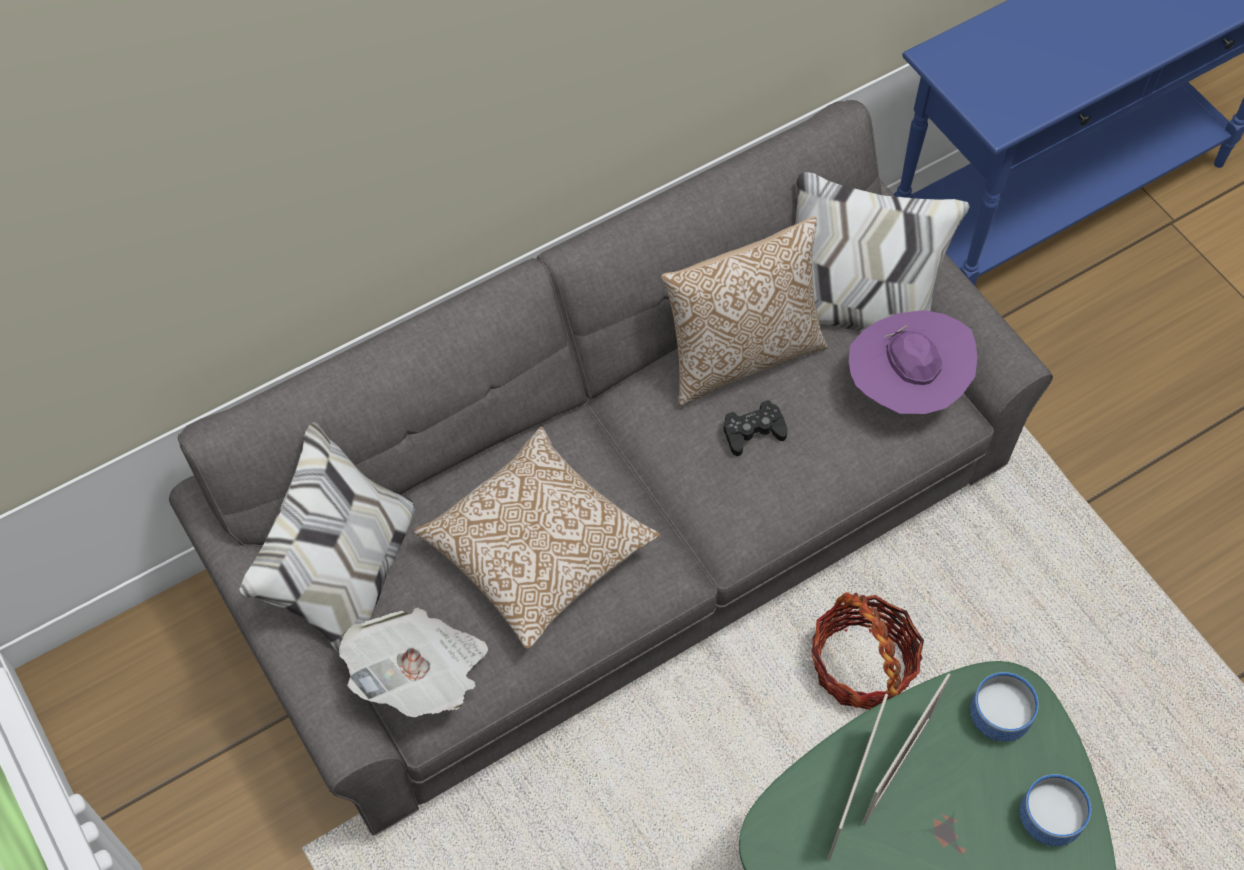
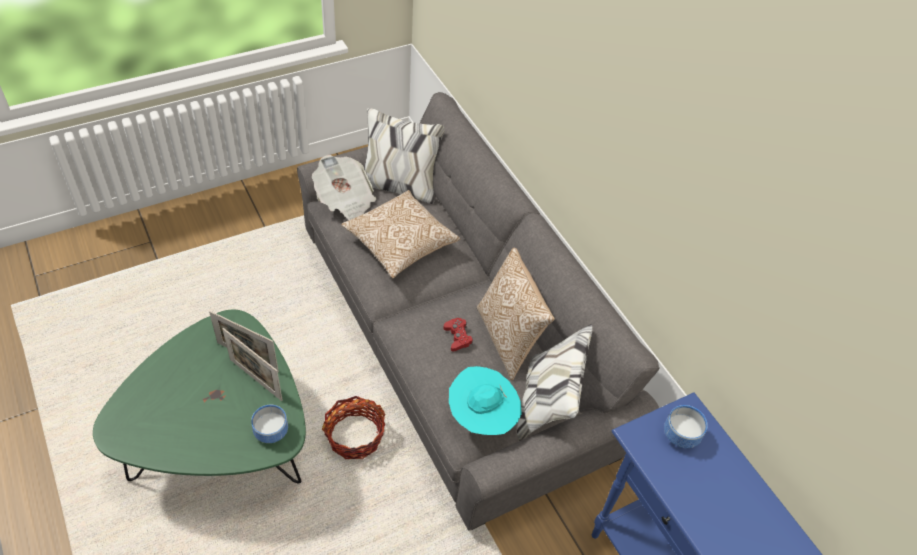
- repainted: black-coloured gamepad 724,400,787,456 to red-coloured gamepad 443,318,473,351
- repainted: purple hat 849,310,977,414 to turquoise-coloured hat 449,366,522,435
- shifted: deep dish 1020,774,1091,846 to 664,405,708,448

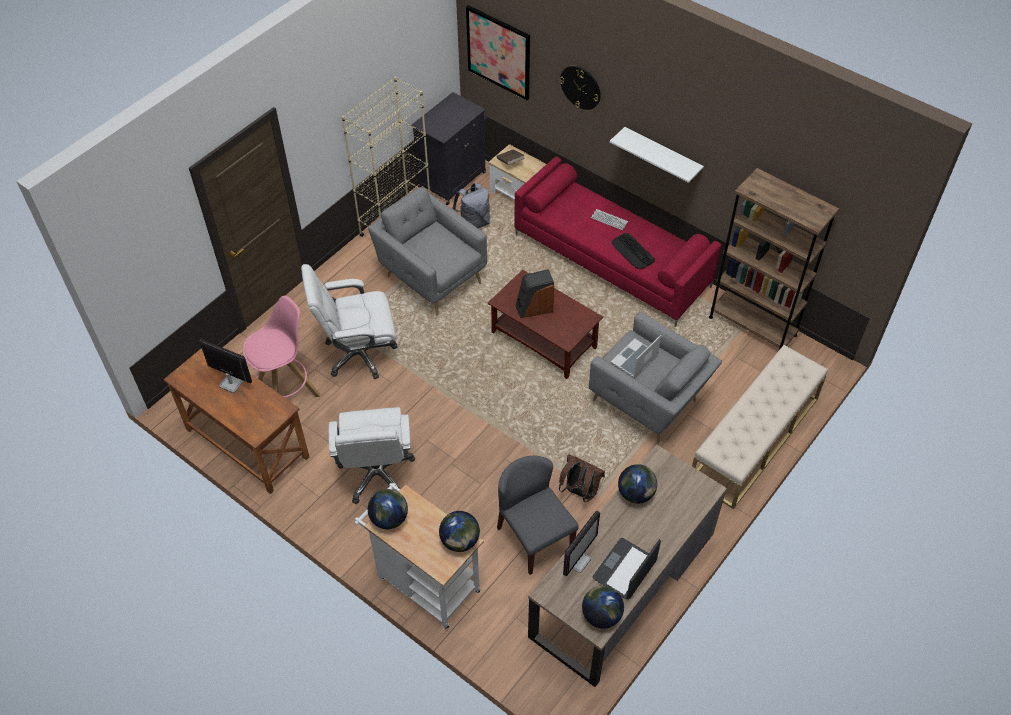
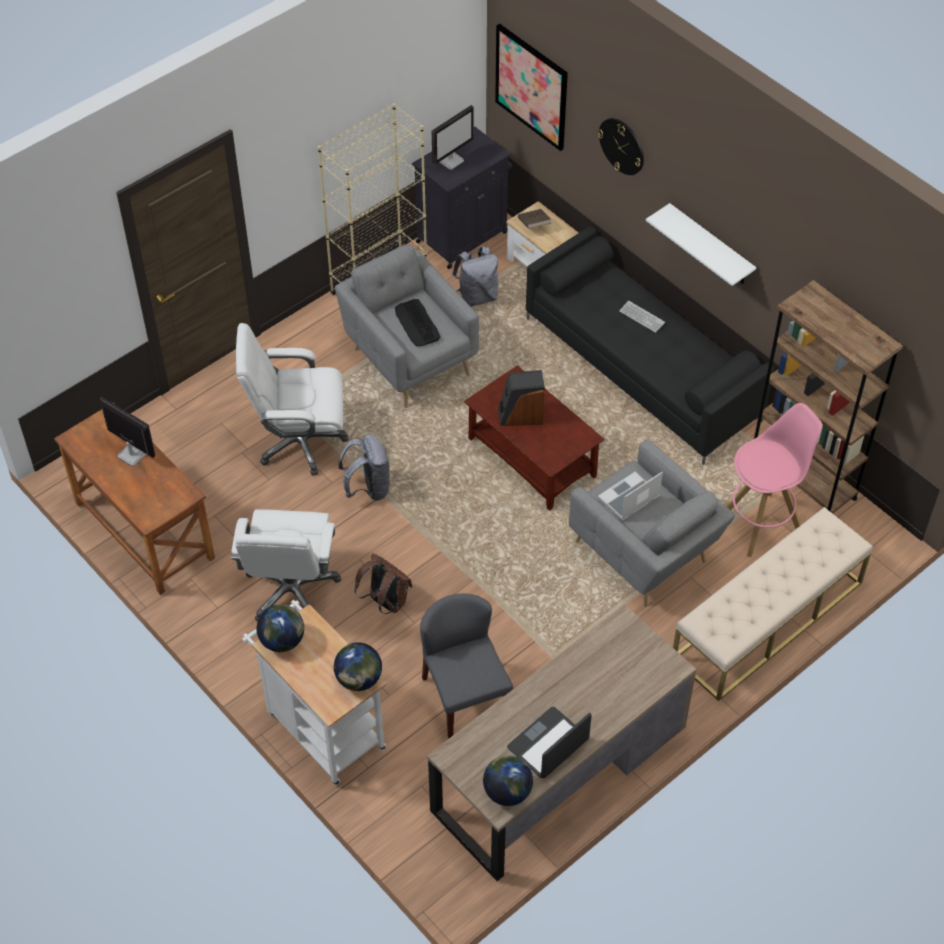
- shifted: pink stool seat 243,296,321,398 to 726,403,822,557
- repainted: red-coloured couch 515,157,721,327 to black-coloured couch 526,226,774,465
- shifted: brownish backpack 559,454,605,502 to 354,553,412,614
- shifted: computer display 563,511,600,576 to 432,105,474,170
- shifted: keyboard 611,233,655,269 to 395,299,440,347
- gone: desk globe 618,464,657,504
- new: gray backpack 338,434,391,501

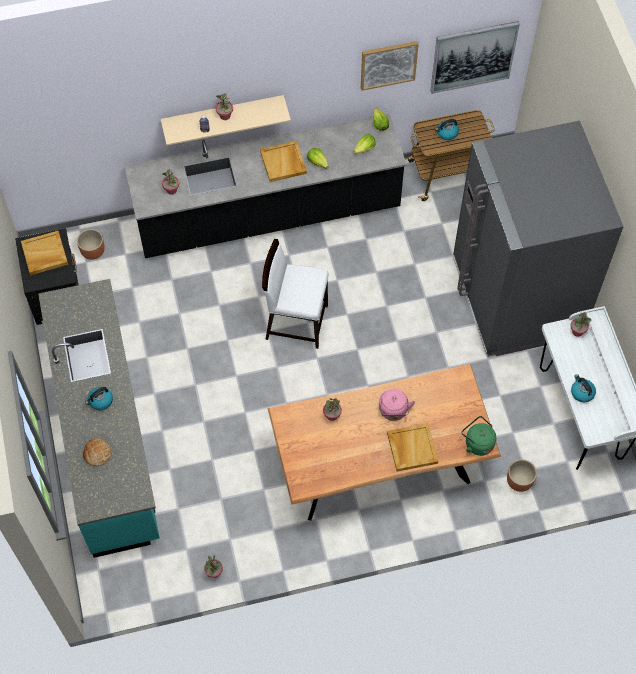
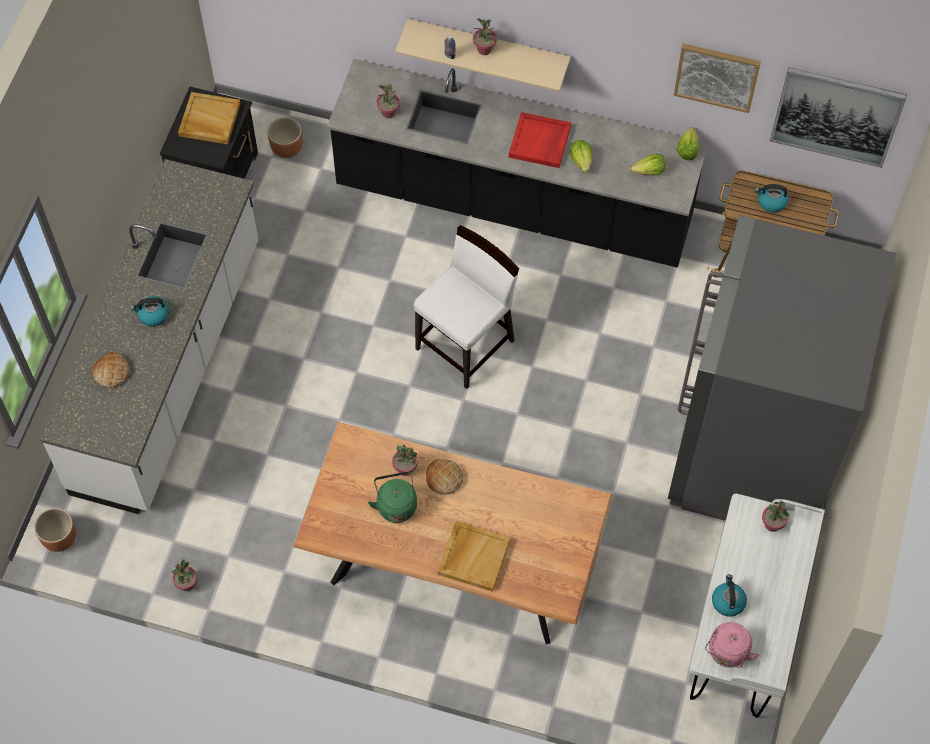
- repainted: turquoise-coloured kitchen base unit 38,279,160,558 to white kitchen base unit 40,159,258,514
- repainted: sand-coloured carrying tray 260,141,307,182 to red-coloured carrying tray 509,112,571,168
- rotated: white chair 262,239,329,349 = 414,225,519,389 90 degrees clockwise
- shifted: pink tea kettle 379,389,415,421 to 705,622,759,668
- shifted: greenish tea kettle 462,416,496,456 to 368,472,417,523
- shifted: brownish plant pot 507,459,537,492 to 34,508,76,552
- new: bread 426,459,463,494

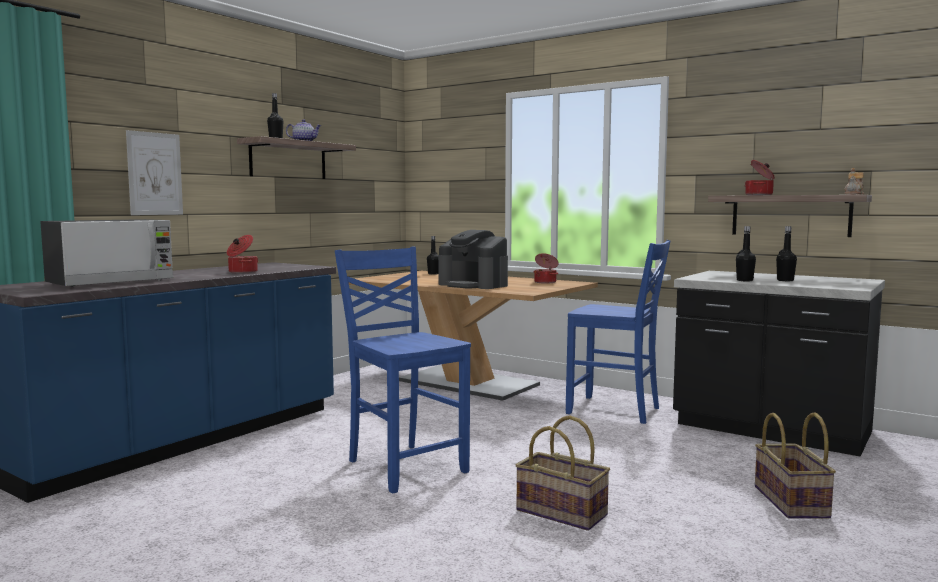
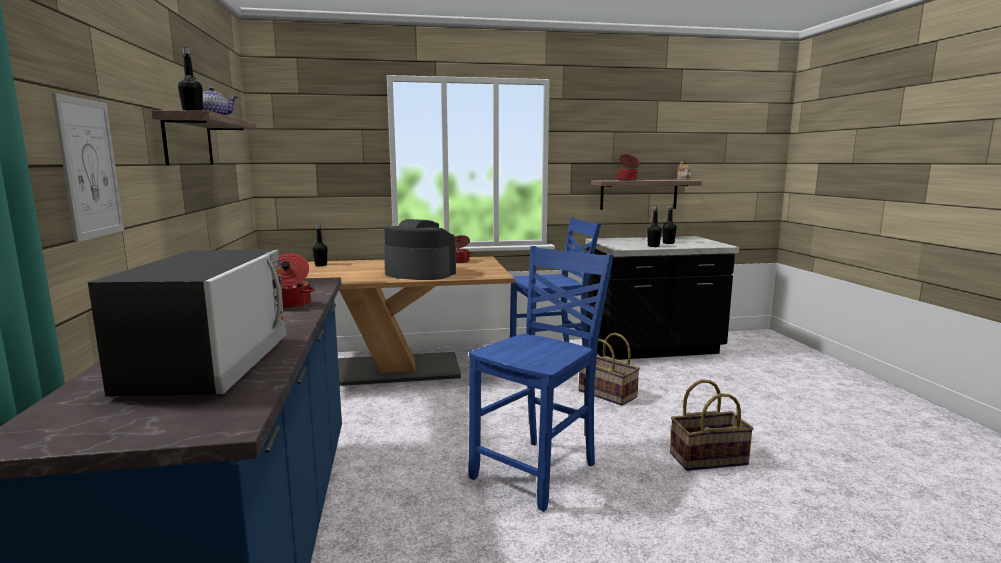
- rotated: blue-coloured chair 335,247,471,494 = 469,246,614,512 120 degrees clockwise
- rotated: coffee maker 438,230,508,289 = 384,219,456,280 150 degrees counterclockwise
- shifted: household basket 755,413,836,519 to 579,333,640,406

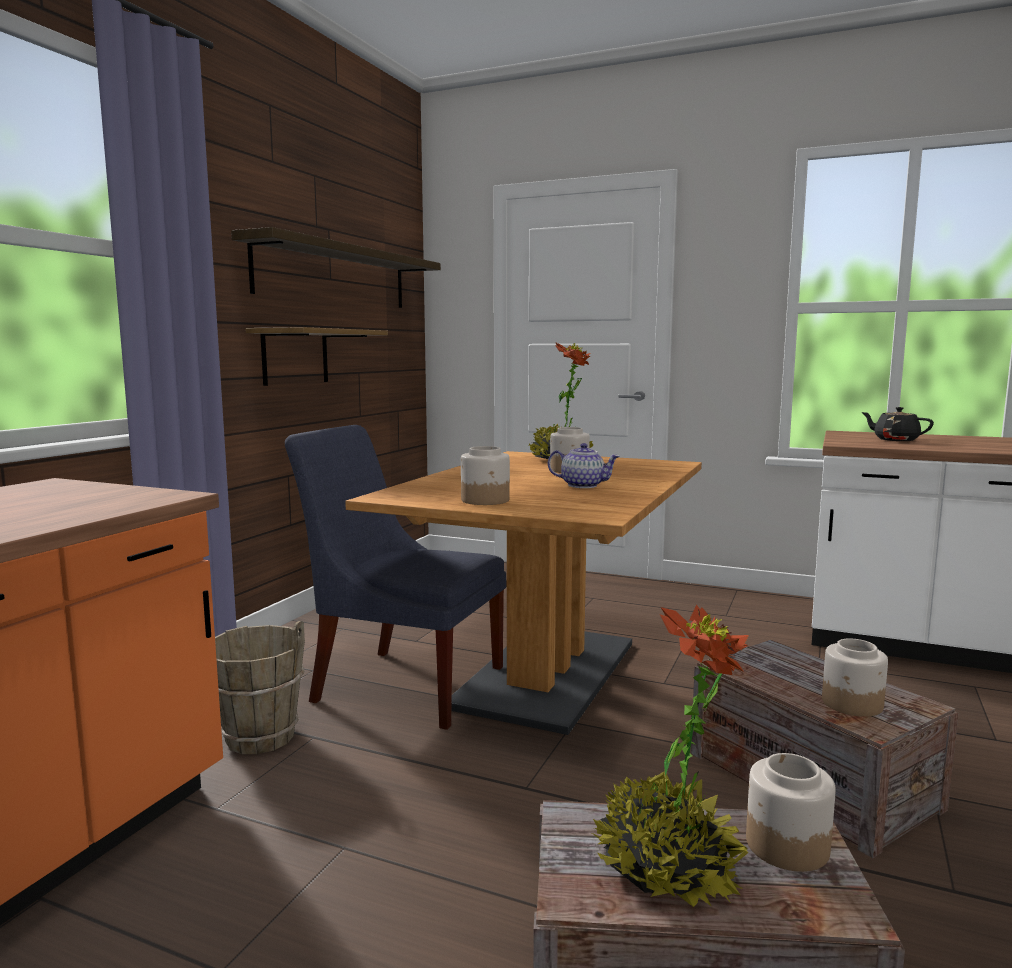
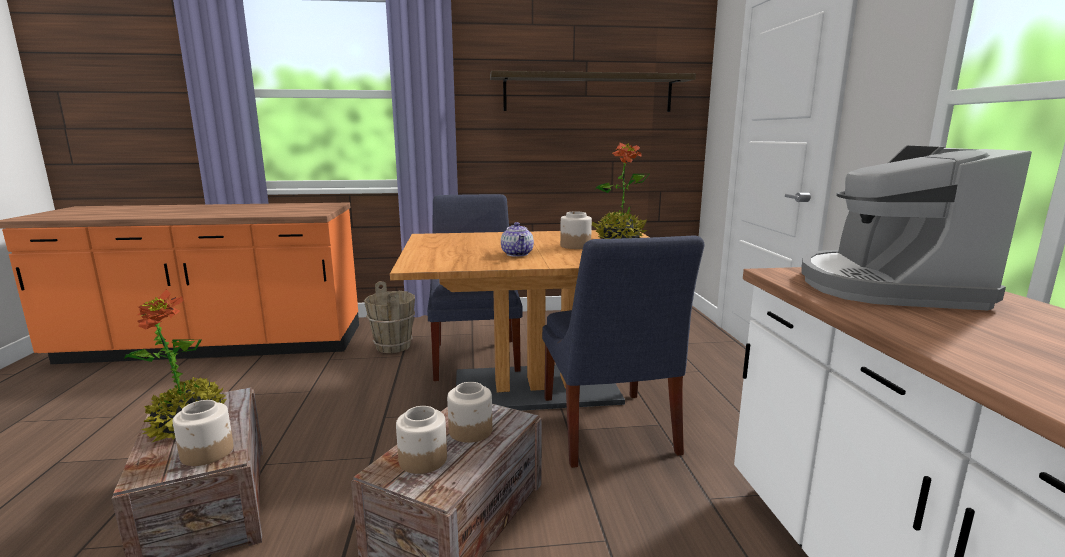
- gone: bracket shelf 245,327,388,386
- shifted: jar 461,446,510,505 to 447,382,492,443
- swapped: black-coloured tea pot 861,407,934,441 to coffee maker 801,146,1032,310
- new: blue-coloured chair 542,235,705,468

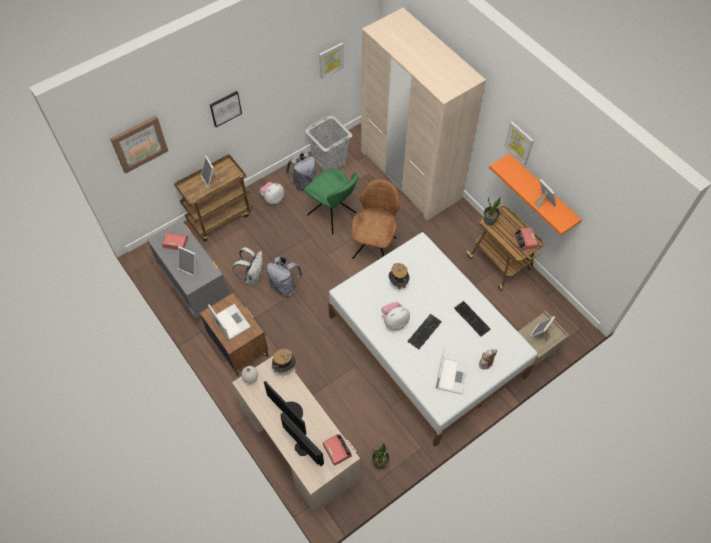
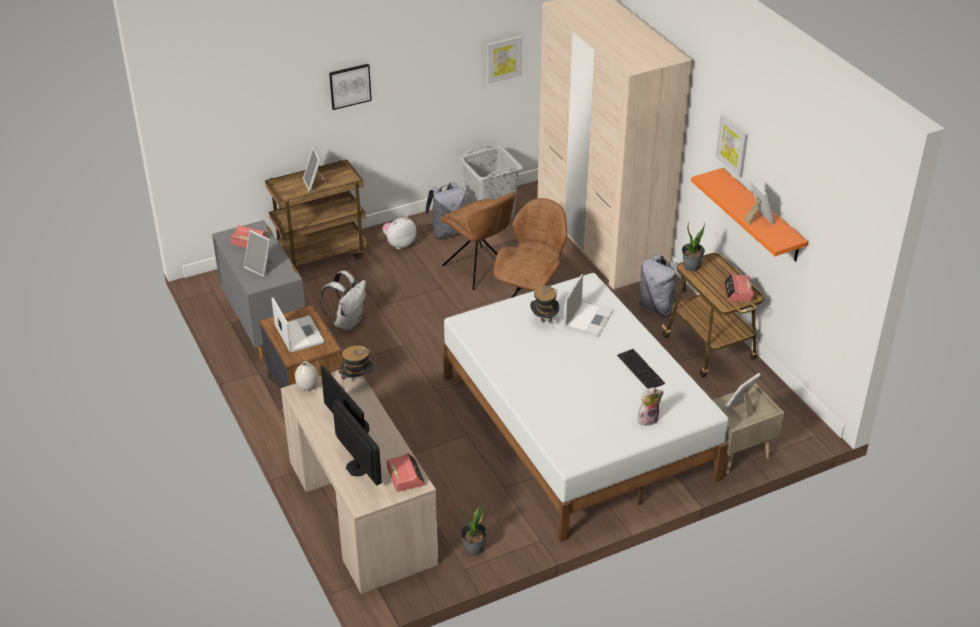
- gone: picture 110,116,168,174
- shifted: gray backpack 266,257,302,296 to 639,255,687,316
- repainted: greenish chair 304,169,359,234 to brownish chair 440,192,516,290
- gone: cuddly toy 381,302,410,330
- gone: keyboard 407,314,442,349
- shifted: notebook computer 436,347,468,394 to 564,274,614,337

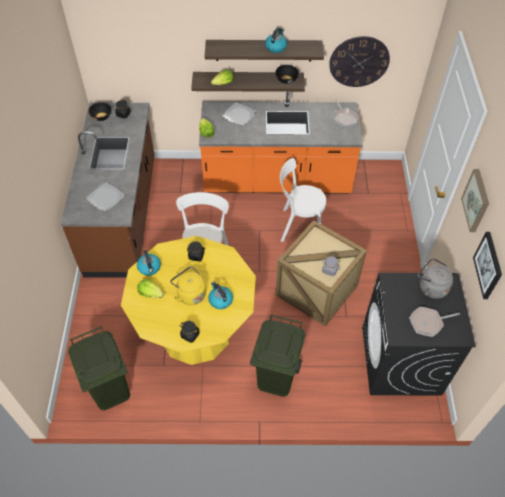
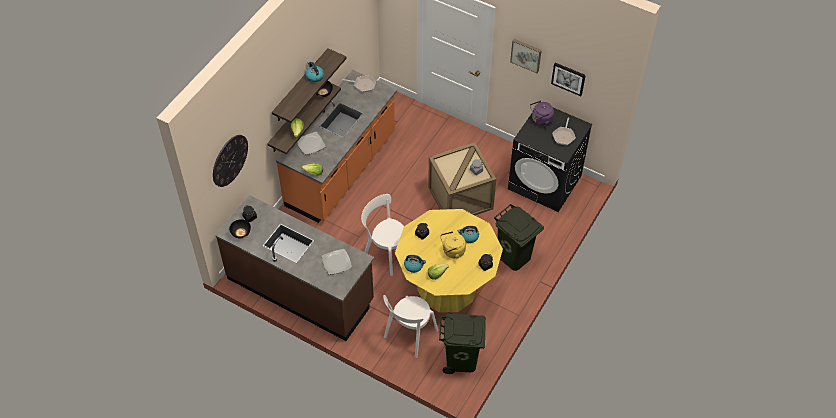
- shifted: white chair 280,158,326,242 to 383,295,438,358
- shifted: wall clock 329,36,390,87 to 213,135,248,187
- repainted: gray tea kettle 418,258,453,299 to purple tea kettle 530,101,554,126

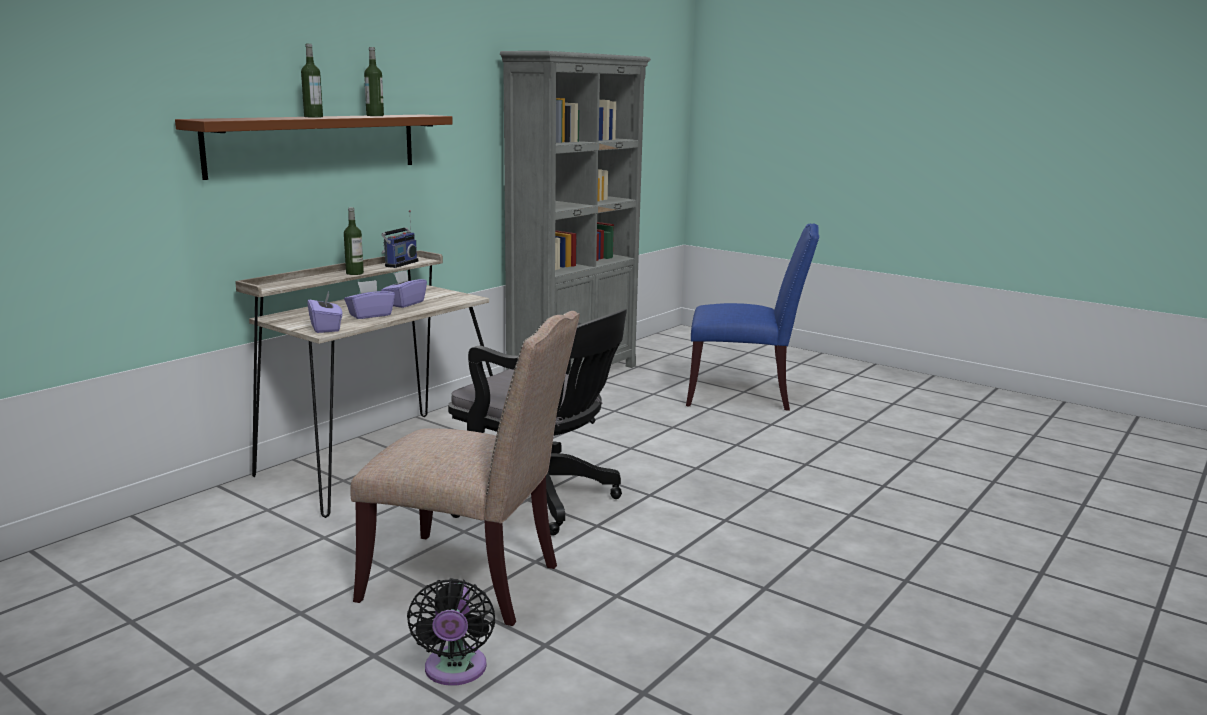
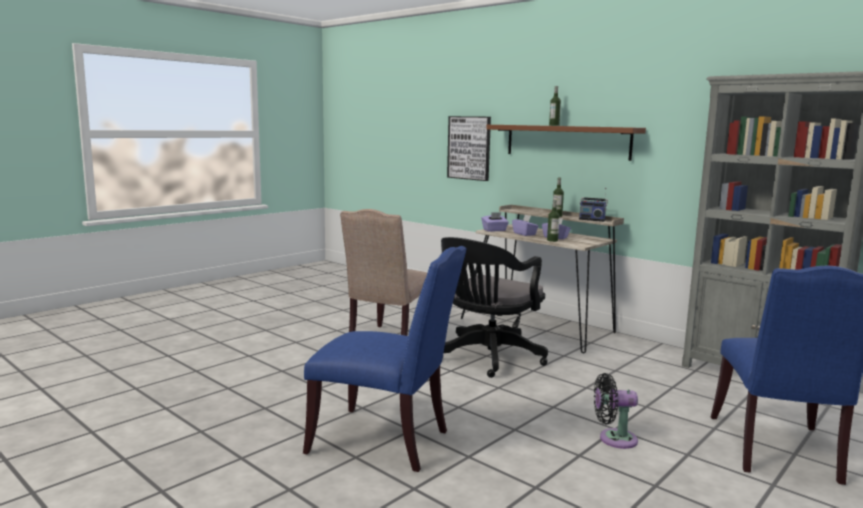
- shifted: bottle 364,47,384,116 to 547,200,559,242
- shifted: black-coloured fan 407,578,495,686 to 594,373,638,449
- new: blue-coloured chair 303,246,467,472
- new: picture 447,116,491,181

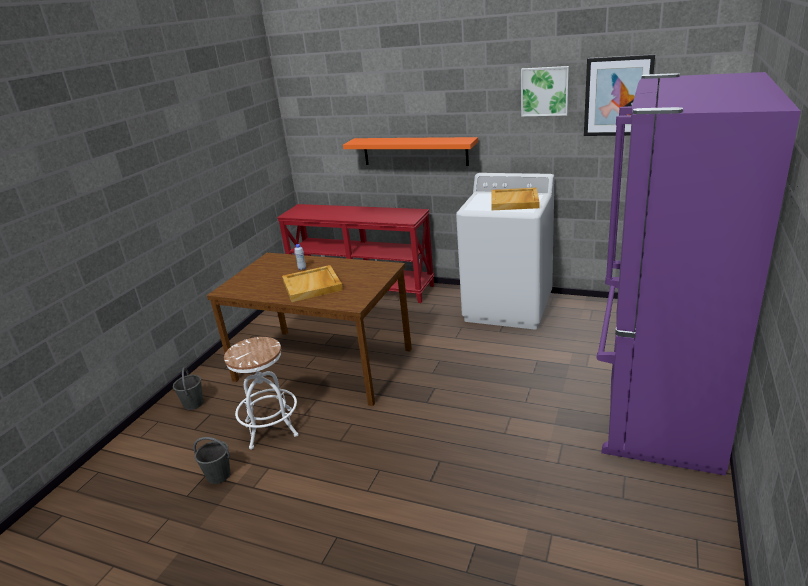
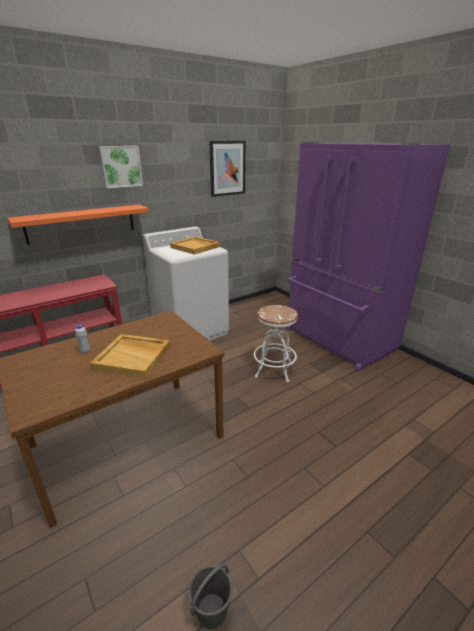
- gone: gray water bucket 173,367,204,410
- shifted: white stool seat 224,337,299,449 to 254,305,298,383
- shifted: picture 521,66,569,117 to 99,146,143,188

